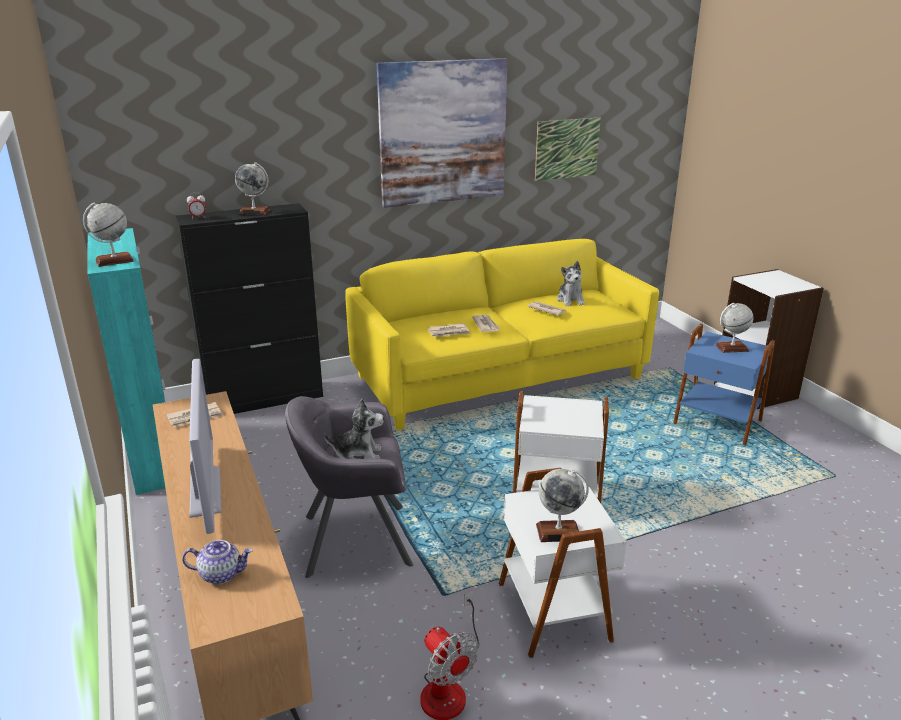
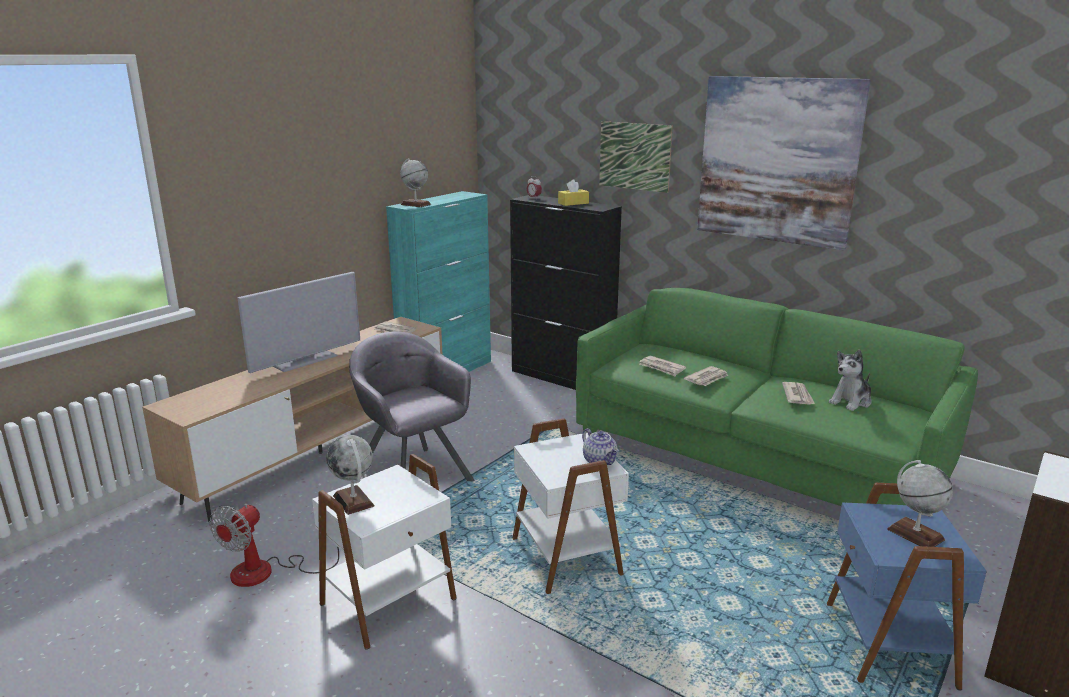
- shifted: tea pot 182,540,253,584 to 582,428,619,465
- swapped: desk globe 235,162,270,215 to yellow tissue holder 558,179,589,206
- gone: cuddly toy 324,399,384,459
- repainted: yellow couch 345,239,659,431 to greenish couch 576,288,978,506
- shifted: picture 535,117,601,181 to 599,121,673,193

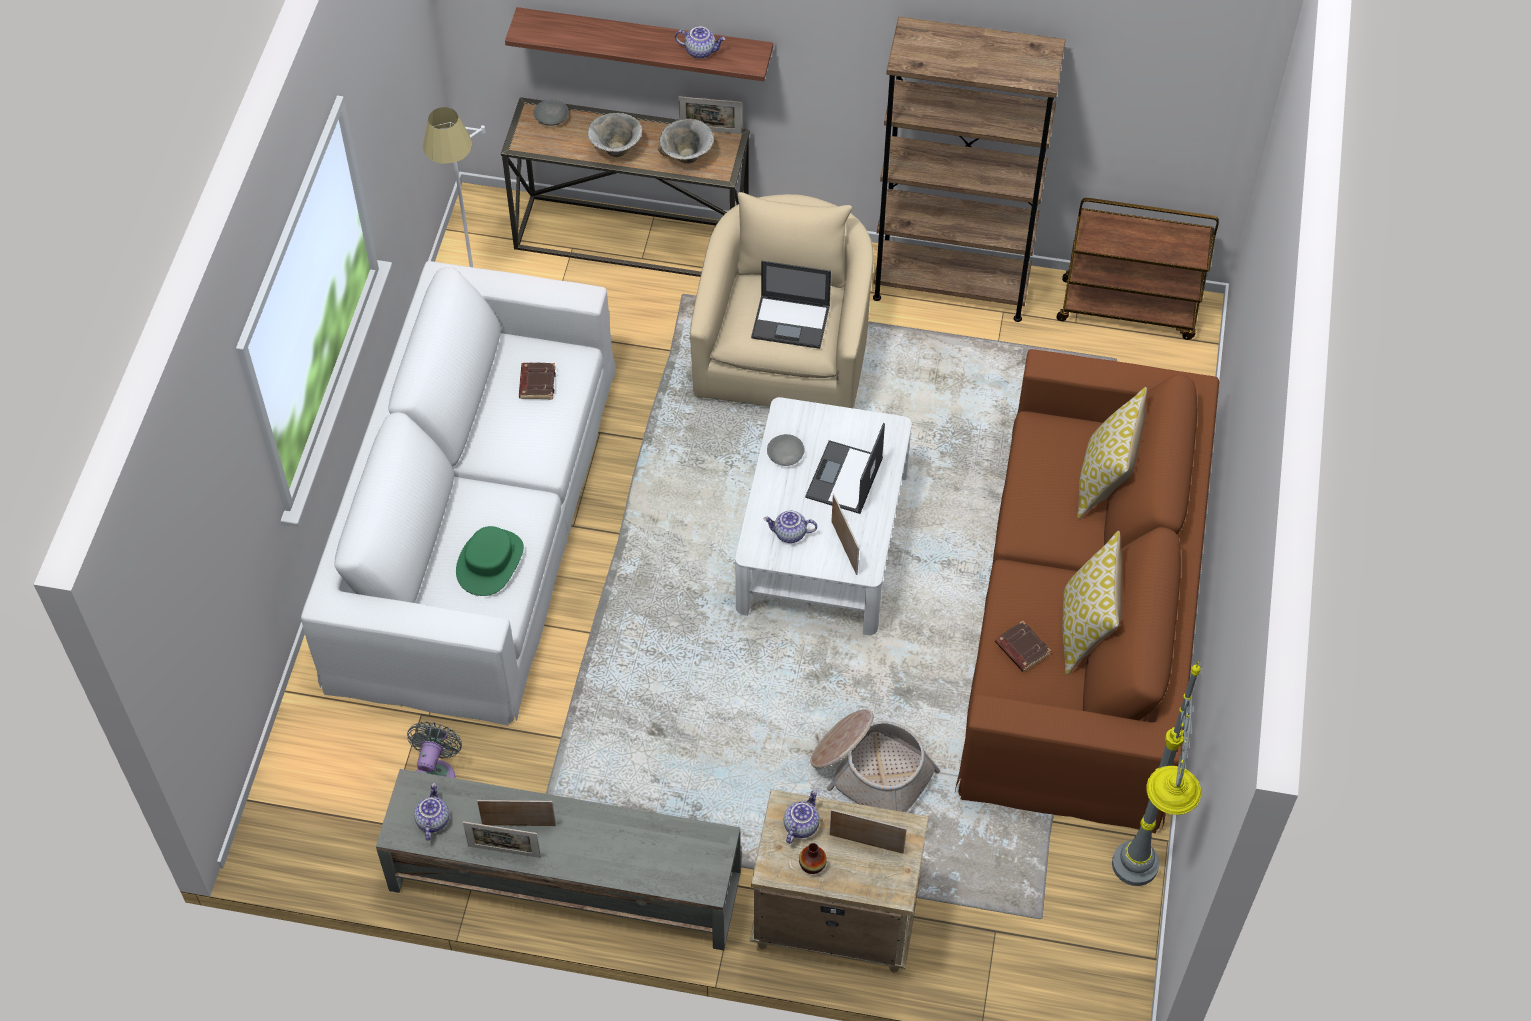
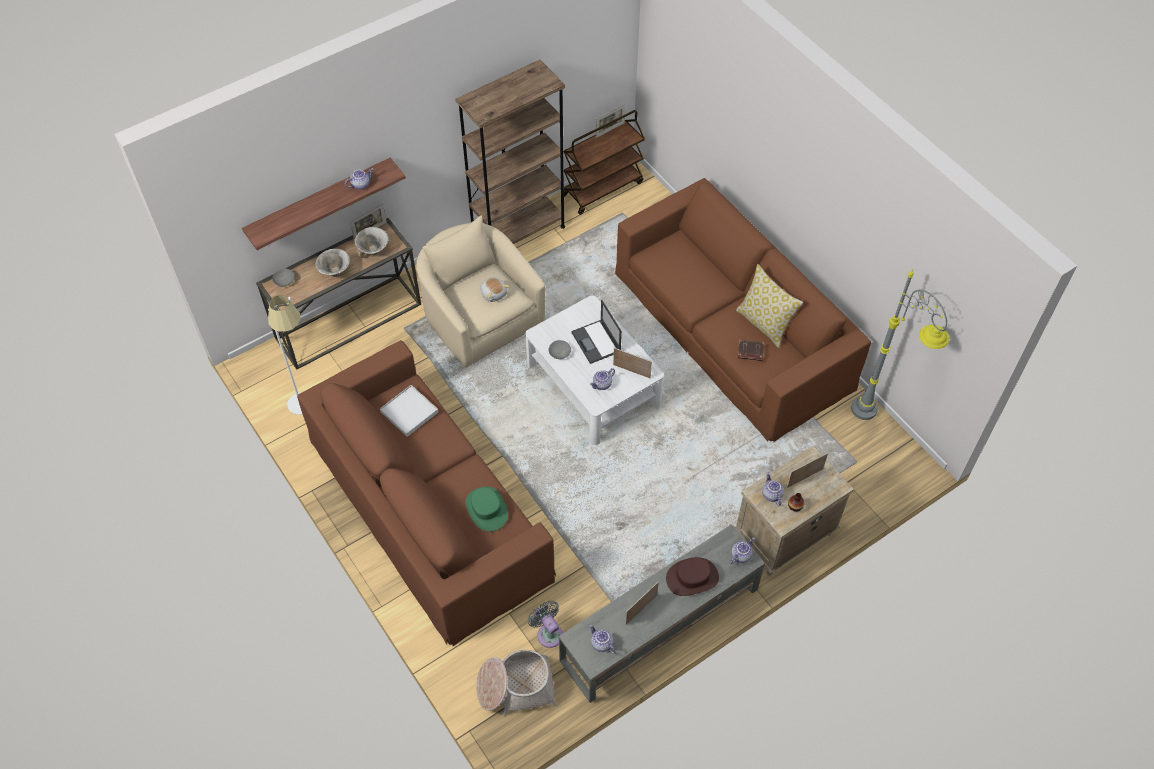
- repainted: white couch 301,261,616,726 to brownish couch 297,340,556,646
- shifted: picture frame 463,821,541,858 to 596,104,626,138
- swapped: brownish book 519,363,556,399 to white carrying tray 380,385,438,437
- swapped: notebook computer 751,261,831,349 to cuddly toy 480,277,510,302
- shifted: household basket 810,709,940,812 to 476,650,557,716
- gone: throw pillow 1077,387,1147,519
- new: brownish hat 666,557,719,596
- new: tea pot 730,537,755,564

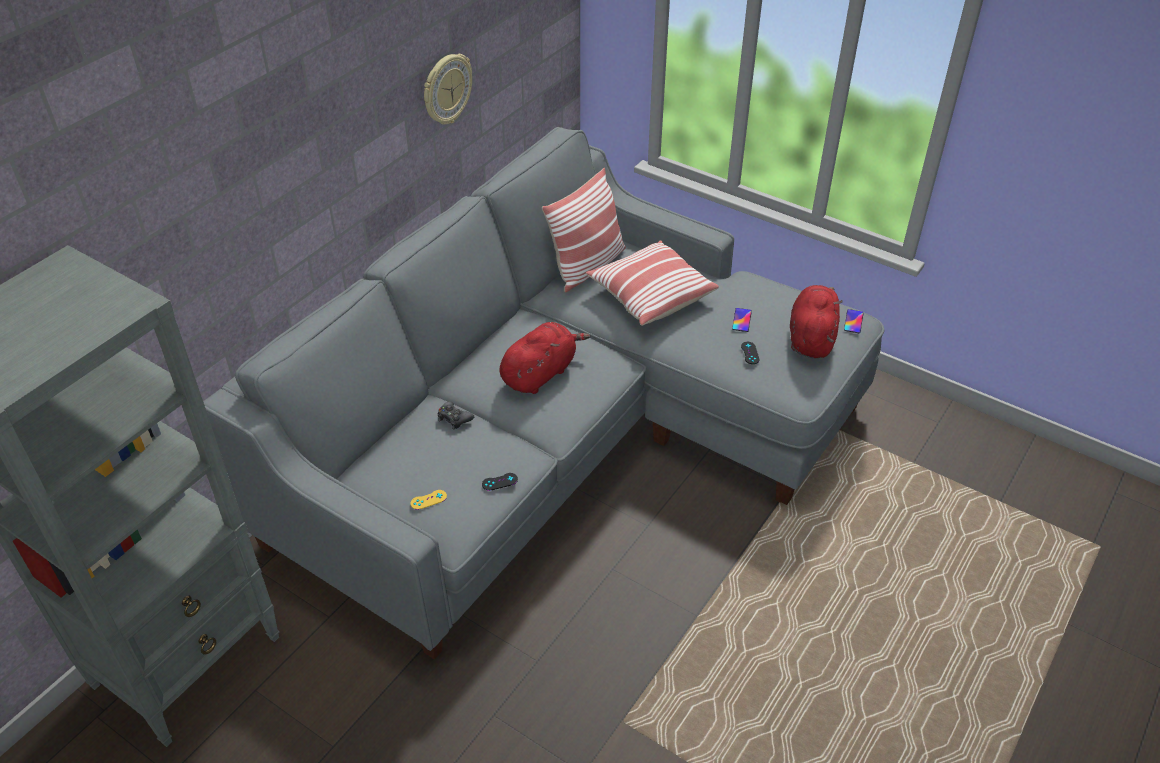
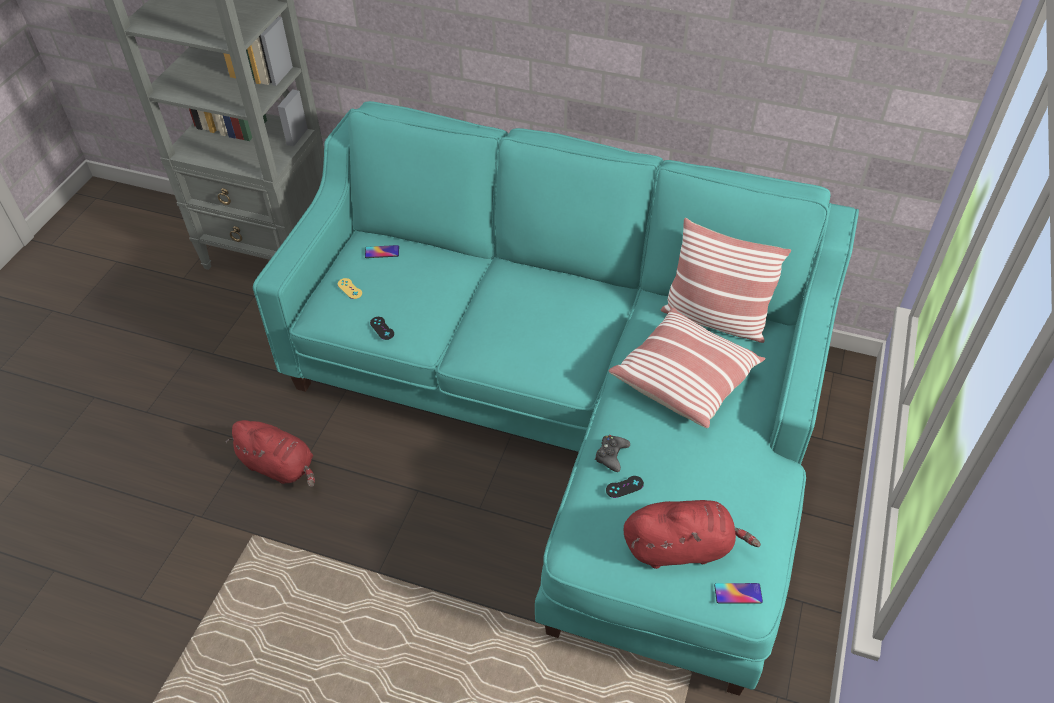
- repainted: gray couch 203,127,884,659 to turquoise-coloured couch 253,101,859,696
- gone: wall clock 424,54,472,125
- shifted: black-coloured gamepad 438,401,474,430 to 595,435,630,472
- shifted: red-coloured cuddly toy 500,322,591,394 to 226,420,315,487
- shifted: telephone 732,308,752,332 to 365,245,399,258

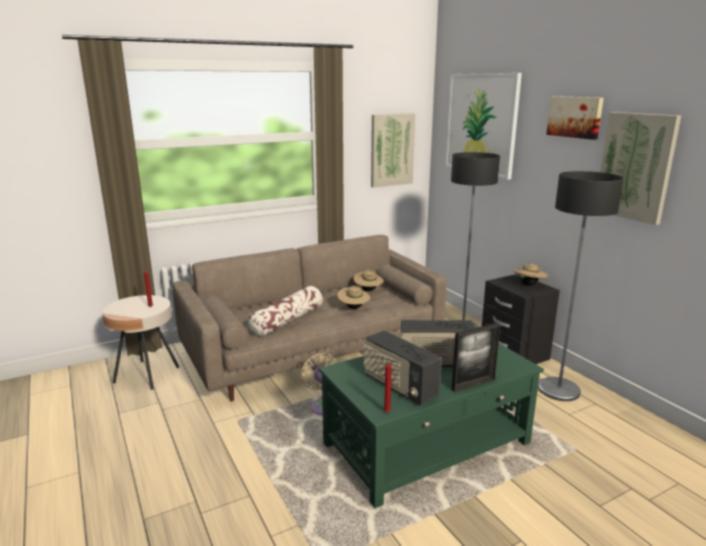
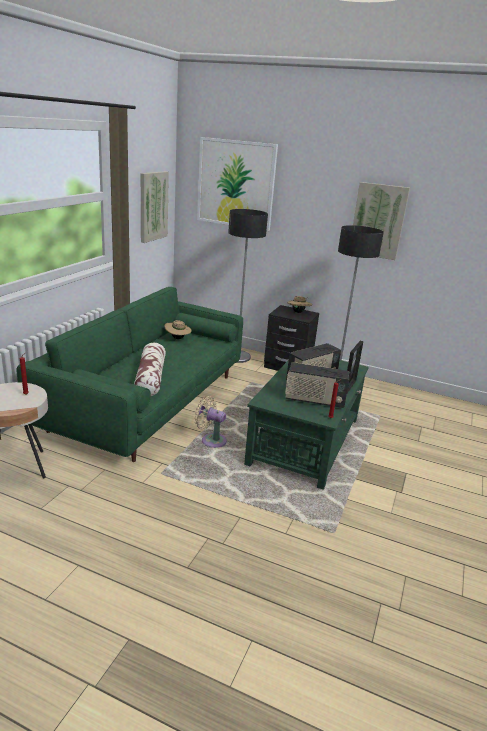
- repainted: sand-coloured couch 172,235,447,401 to greenish couch 17,287,243,462
- gone: sand-coloured hat 337,286,370,309
- gone: picture 546,96,604,140

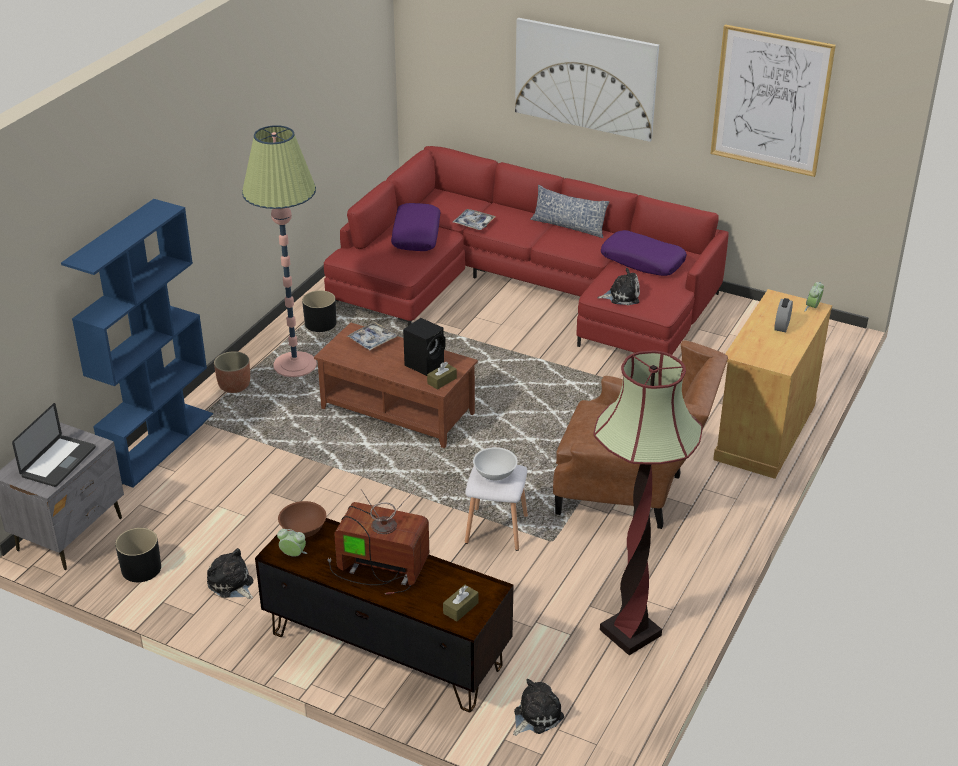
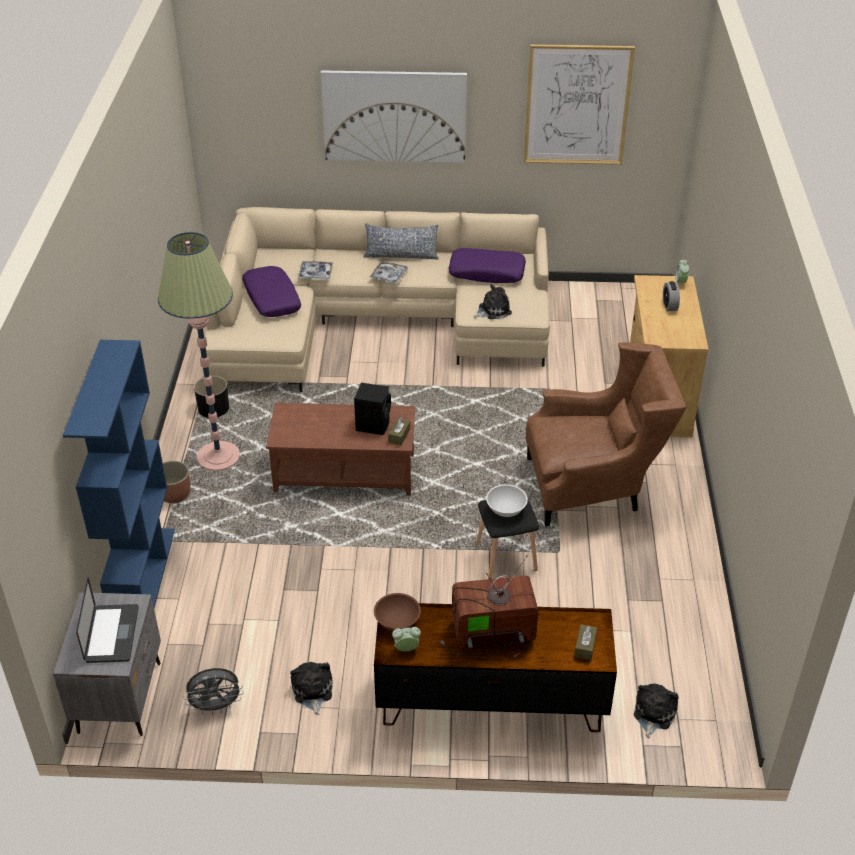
- swapped: black-coloured plant pot 115,528,161,582 to gray fan 184,668,244,715
- rotated: cuddly toy 207,548,253,599 = 290,662,333,715 60 degrees clockwise
- repainted: red-coloured couch 324,146,729,355 to sand-coloured couch 204,207,550,392
- shifted: carrying tray 347,322,397,350 to 370,261,408,283
- repainted: white stool seat 465,465,528,551 to black-coloured stool seat 476,500,539,579
- gone: floor lamp 593,350,703,655

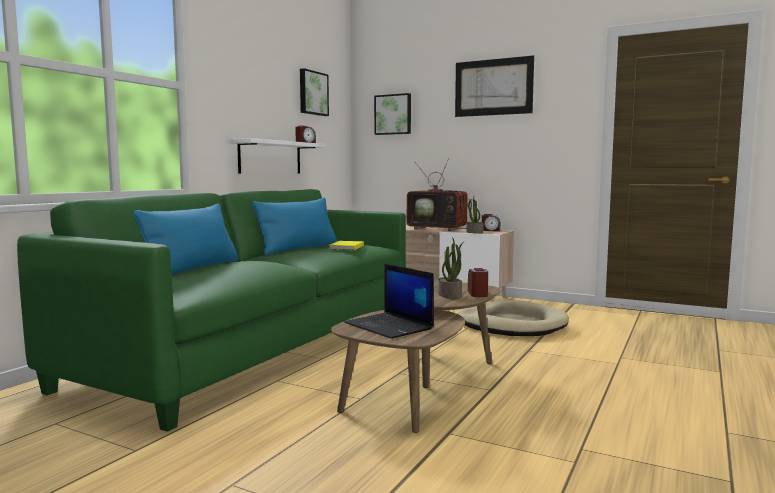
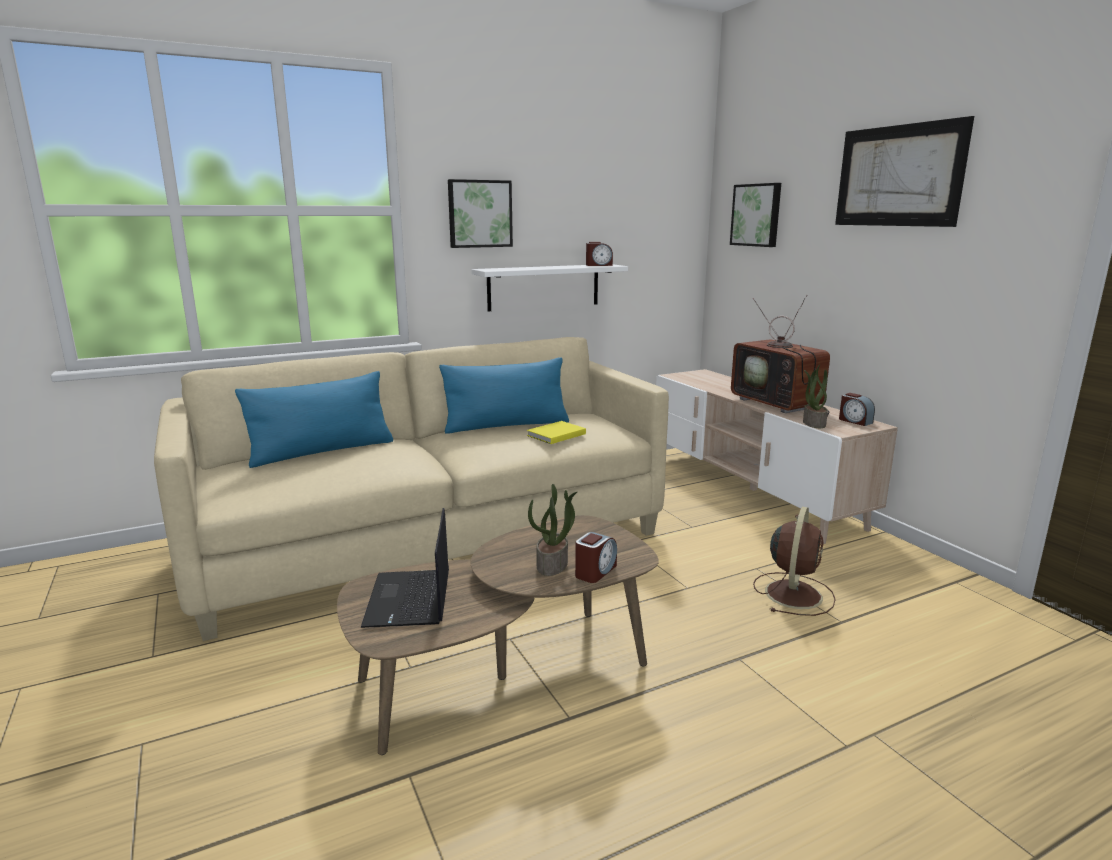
- repainted: greenish couch 17,189,406,432 to sand-coloured couch 154,337,669,641
- shifted: picture 300,68,329,116 to 448,179,513,248
- swapped: sand-coloured dog bed 458,300,569,336 to brownish fan 753,507,836,616

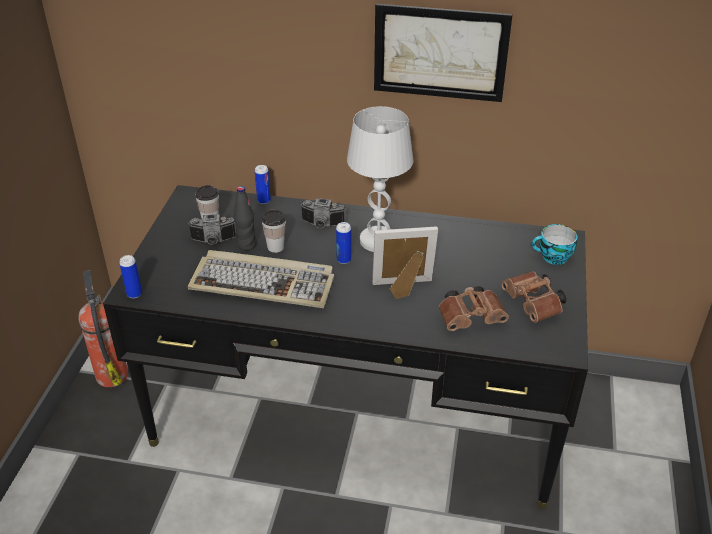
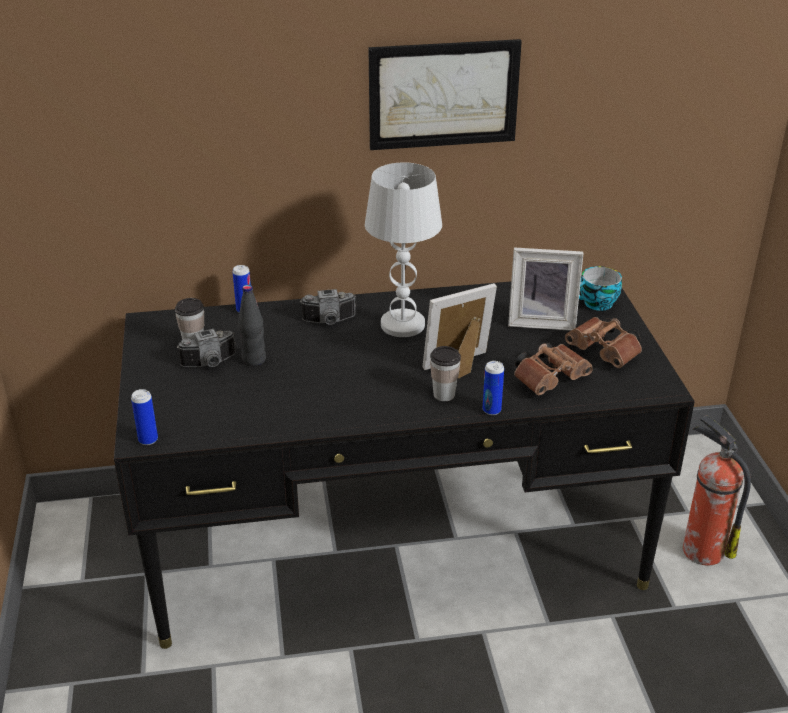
- shifted: fire extinguisher 78,270,128,387 to 683,415,751,566
- gone: keyboard 188,250,334,308
- shifted: small cup 262,210,286,253 to 430,346,461,401
- shifted: can 336,222,351,264 to 483,361,504,415
- new: picture frame 508,248,583,331

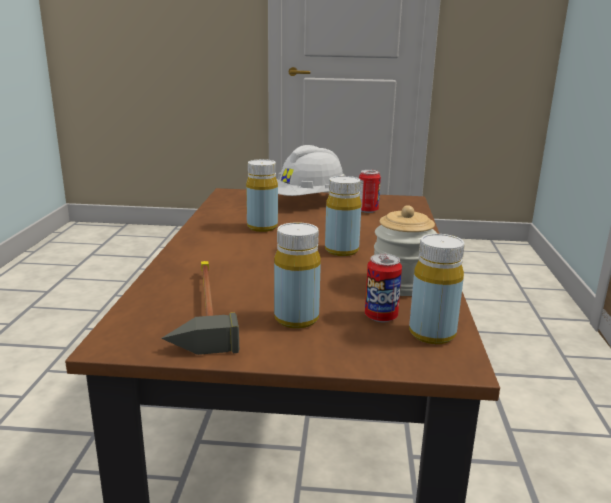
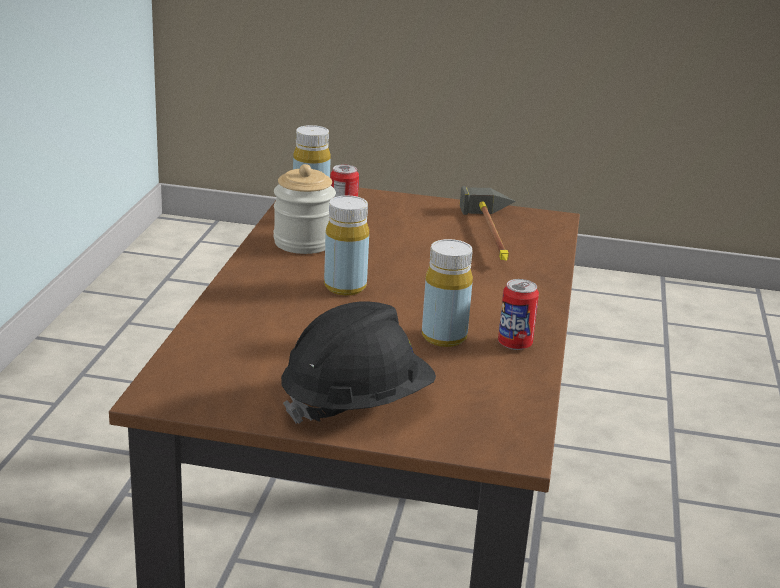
- gone: yellow bottle 274,222,321,329
- repainted: white hard hat 277,145,345,196 to black-coloured hard hat 281,301,436,424
- shifted: can 359,170,381,213 to 498,279,539,350

